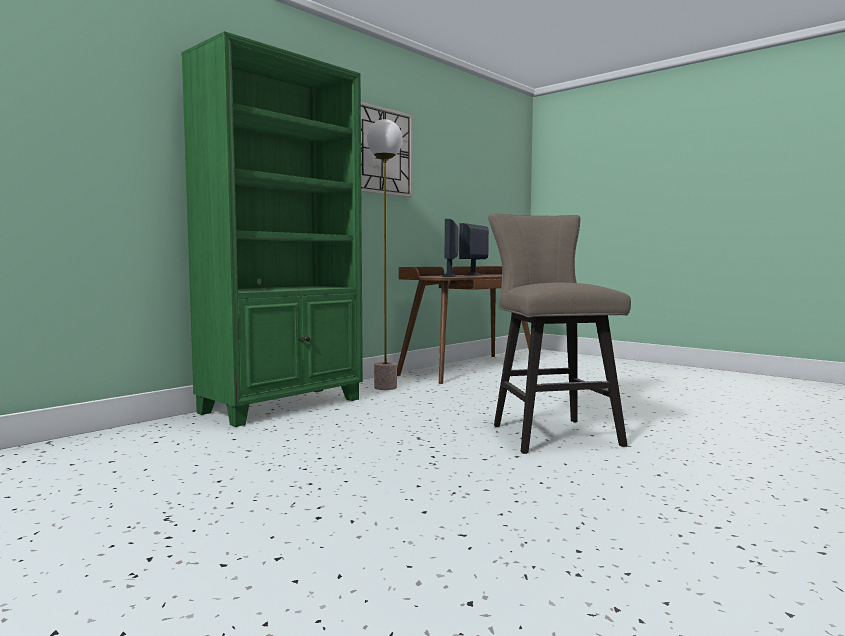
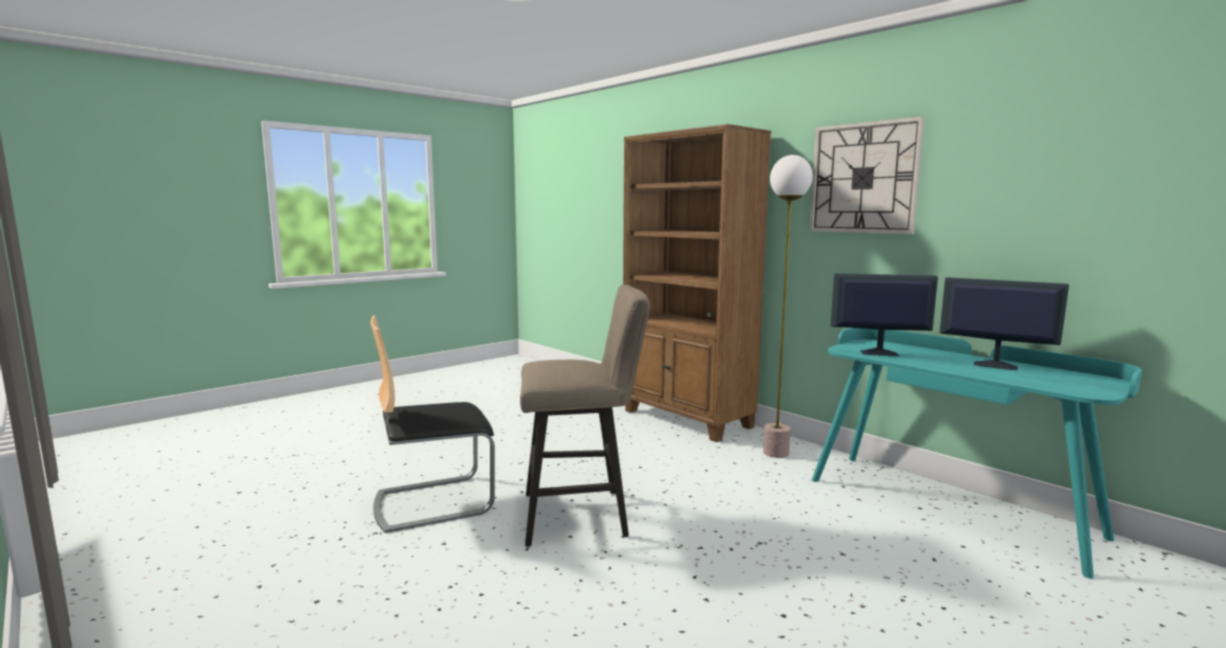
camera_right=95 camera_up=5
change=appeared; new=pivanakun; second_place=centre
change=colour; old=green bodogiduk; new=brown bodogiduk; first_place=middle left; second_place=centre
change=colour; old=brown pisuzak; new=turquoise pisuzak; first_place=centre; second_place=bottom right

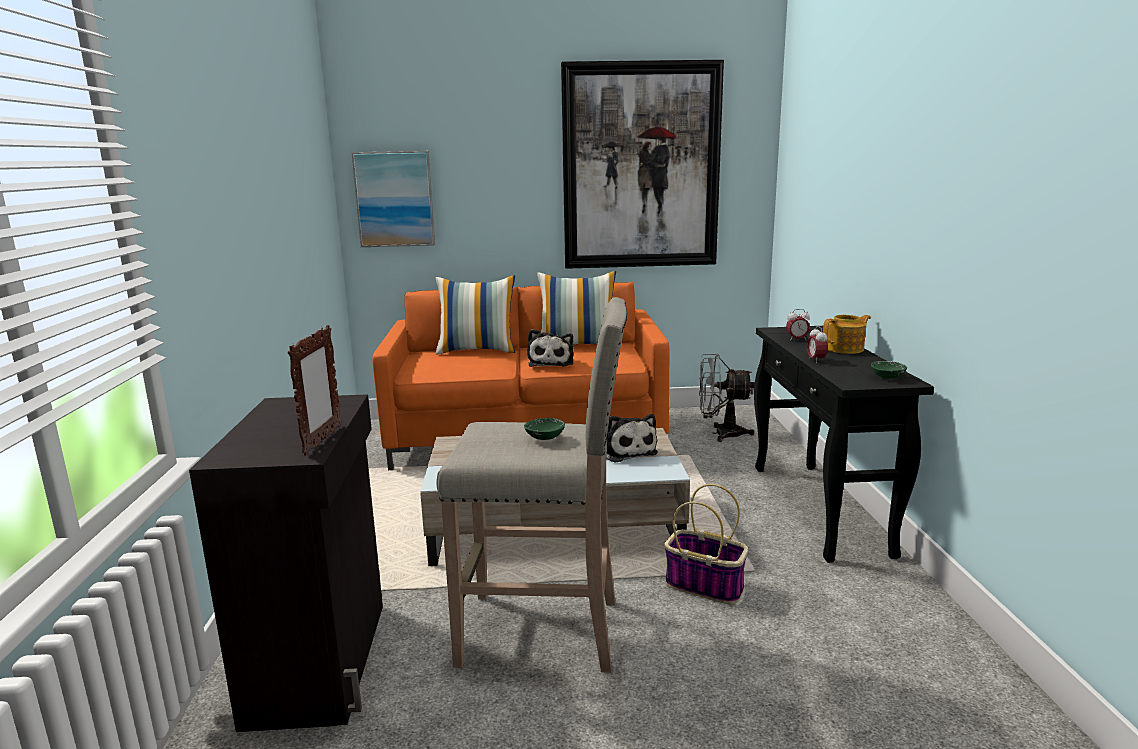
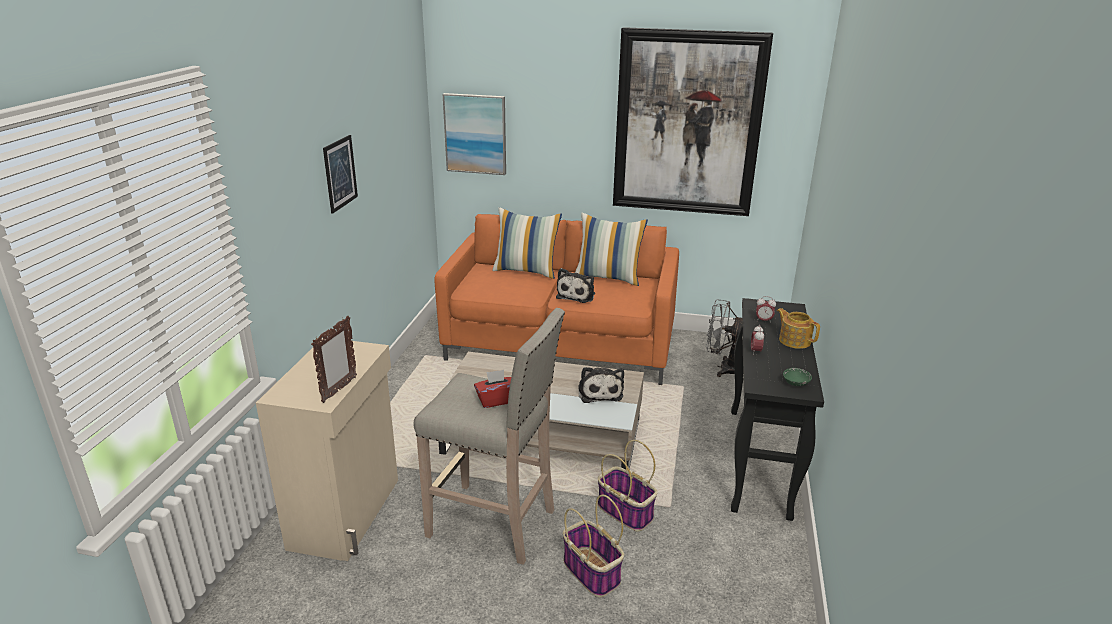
camera_right=15 camera_up=10
change=appeared; new=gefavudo (no. 1 from left); second_place=top left
change=appeared; new=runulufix (no. 1 from left); second_place=bottom centre
change=exchanged; old=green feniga (no. 1 from left); new=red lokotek; first_place=centre; second_place=centre
change=colour; old=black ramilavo; new=beige ramilavo; first_place=bottom left; second_place=bottom left
change=spun; old=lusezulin; first_place=middle right; second_place=middle right; degrees=-120

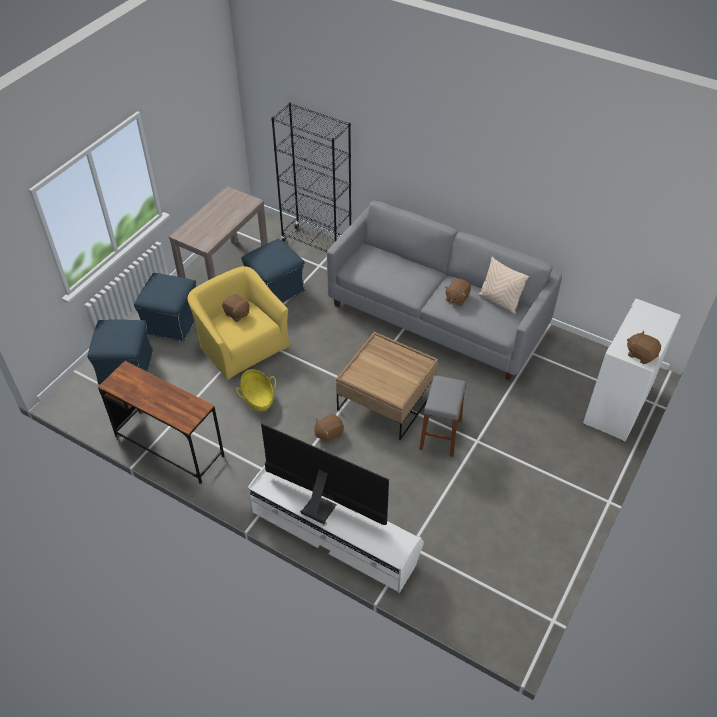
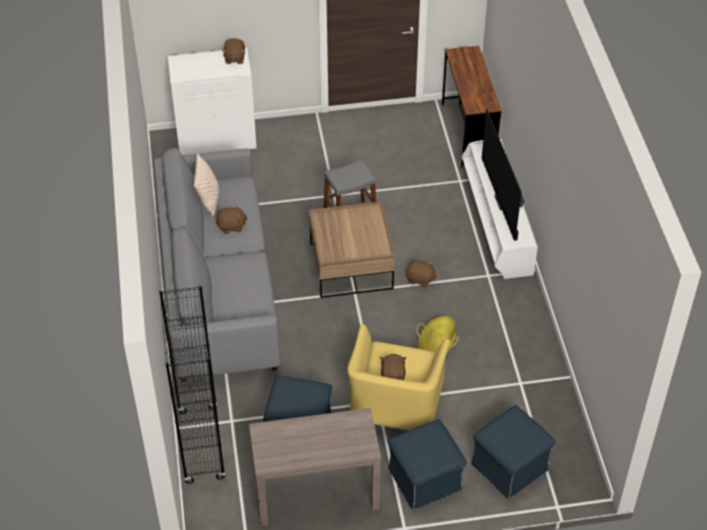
camera_right=-130 camera_up=0
change=relocated; old=brown pisuzak; first_place=middle left; second_place=top centre

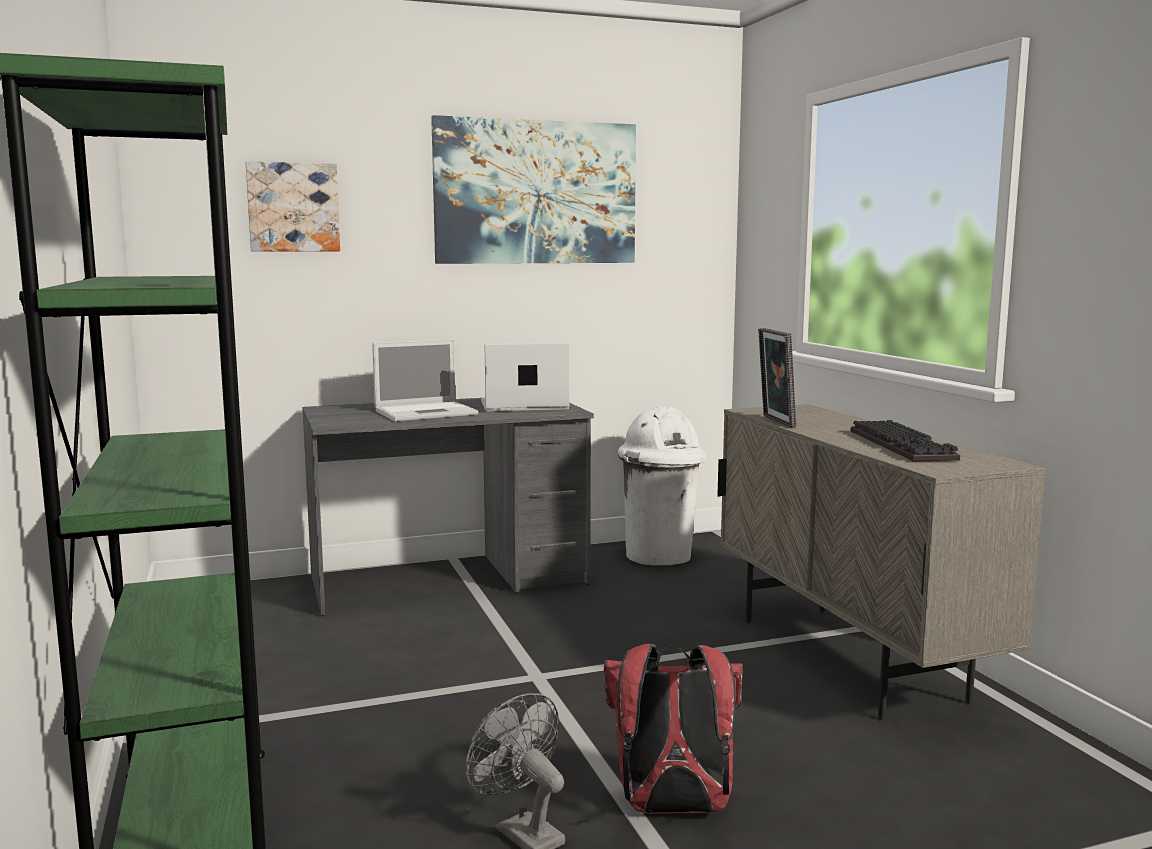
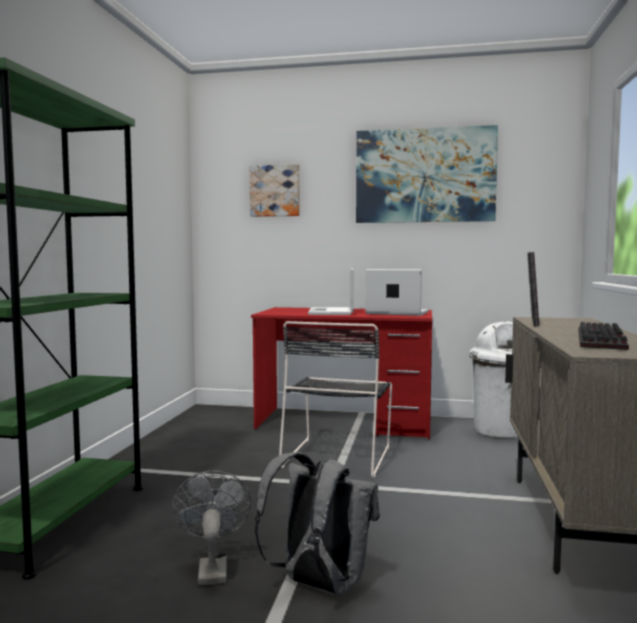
camera_right=30 camera_up=-5
change=appeared; new=black pivanakun; second_place=centre
change=colour; old=grey pisuzak; new=red pisuzak; first_place=centre; second_place=centre
change=colour; old=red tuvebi; new=grey tuvebi; first_place=bottom centre; second_place=bottom centre
change=spun; old=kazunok (no. 1 from left); first_place=centre; second_place=centre; degrees=90

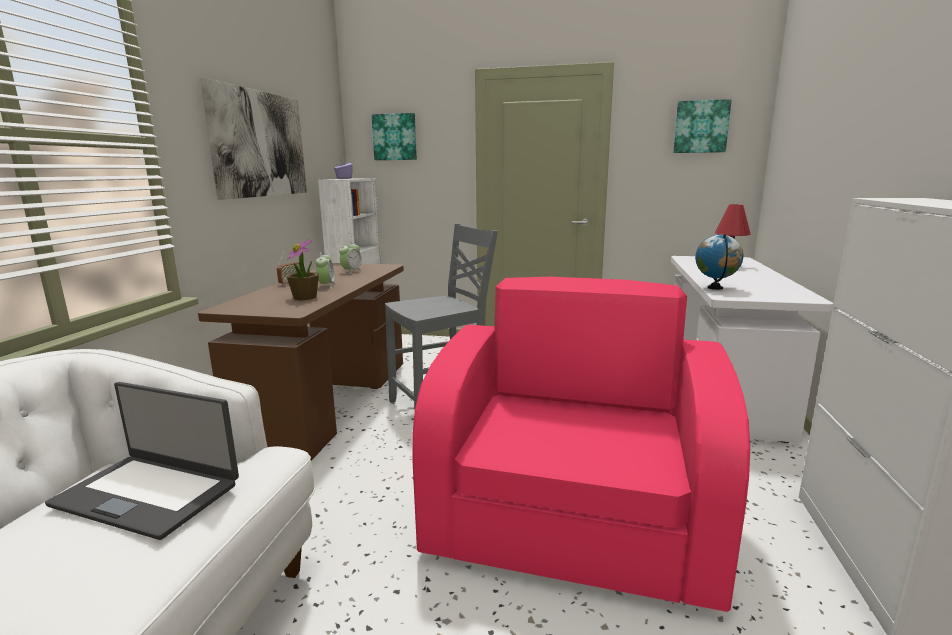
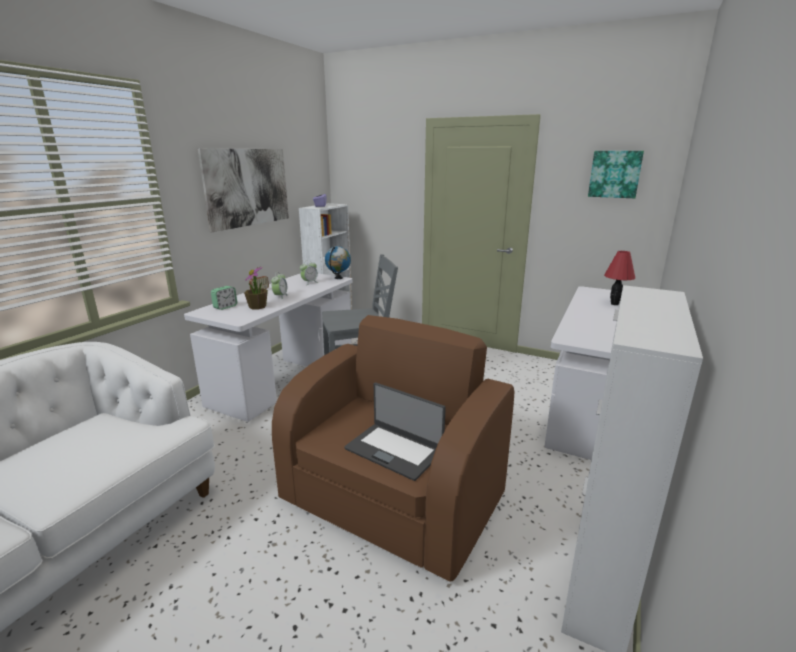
camera_right=15 camera_up=5
change=missing; old=gefavudo (no. 2 from left); first_place=top centre
change=appeared; new=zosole (no. 1 from left); second_place=middle left
change=relocated; old=kazunok; first_place=bottom left; second_place=centre
change=relocated; old=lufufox; first_place=middle right; second_place=centre
change=colour; old=brown pisuzak; new=white pisuzak (no. 1 from left); first_place=middle left; second_place=centre
change=colour; old=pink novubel; new=brown novubel; first_place=bottom centre; second_place=bottom centre

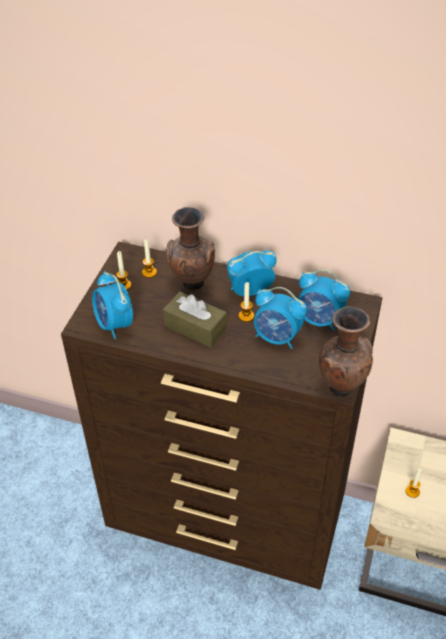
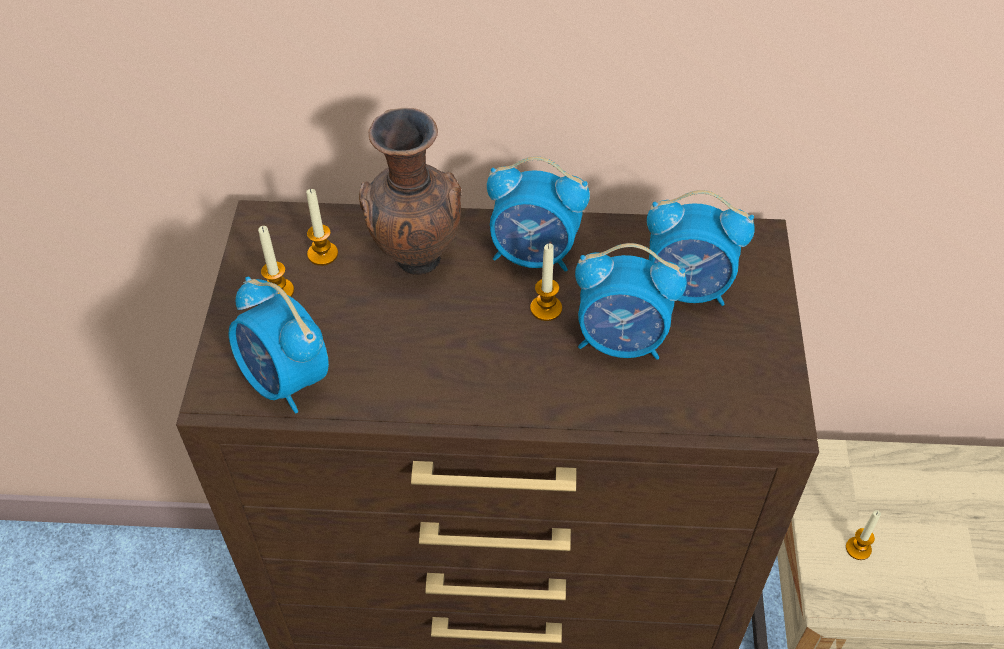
camera_right=-15 camera_up=5
change=missing; old=brown lokotek; first_place=centre
change=missing; old=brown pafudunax (no. 2 from left); first_place=middle right
change=spun; old=zosole (no. 2 from left); first_place=centre; second_place=top centre; degrees=-135

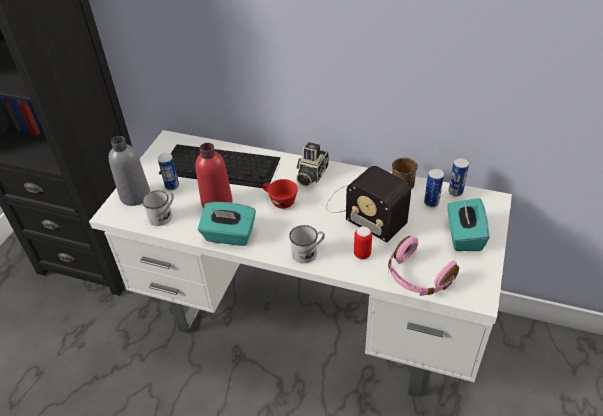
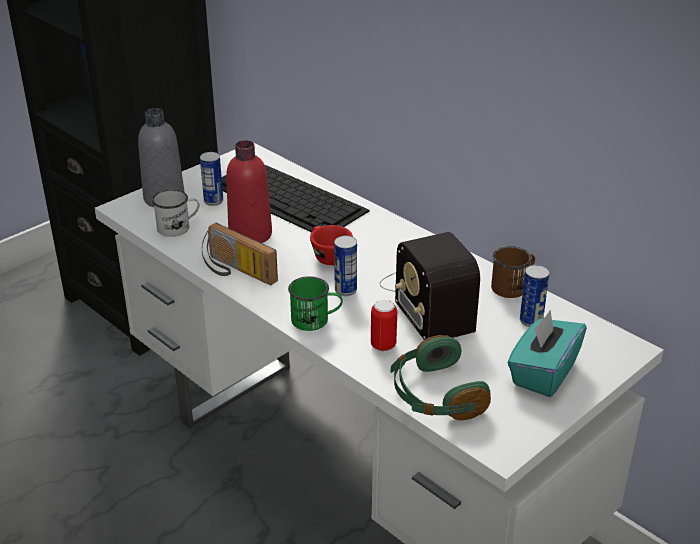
camera_right=25 camera_up=-10
change=missing; old=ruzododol; first_place=centre
change=relocated; old=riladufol (no. 4 from left in the first image); new=riladufol (no. 2 from left); first_place=middle right; second_place=centre
change=exchanged; old=turquoise lokotek (no. 1 from left); new=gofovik (no. 1 from left); first_place=centre; second_place=centre
change=colour; old=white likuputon (no. 2 from left); new=green likuputon; first_place=centre; second_place=centre
change=colour; old=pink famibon; new=green famibon; first_place=middle right; second_place=bottom centre

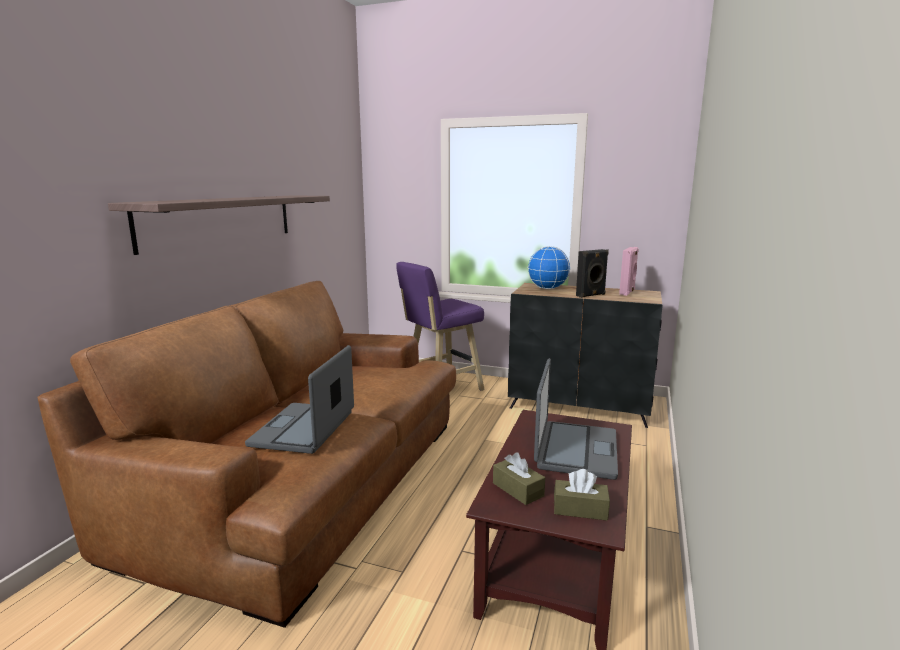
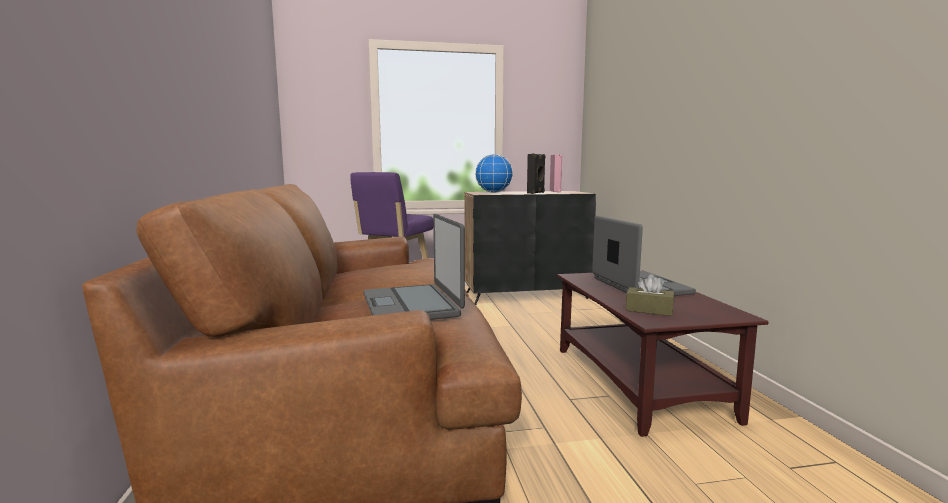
camera_right=-30 camera_up=-5
change=missing; old=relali; first_place=middle left
change=missing; old=brown lokotek (no. 2 from left); first_place=bottom centre

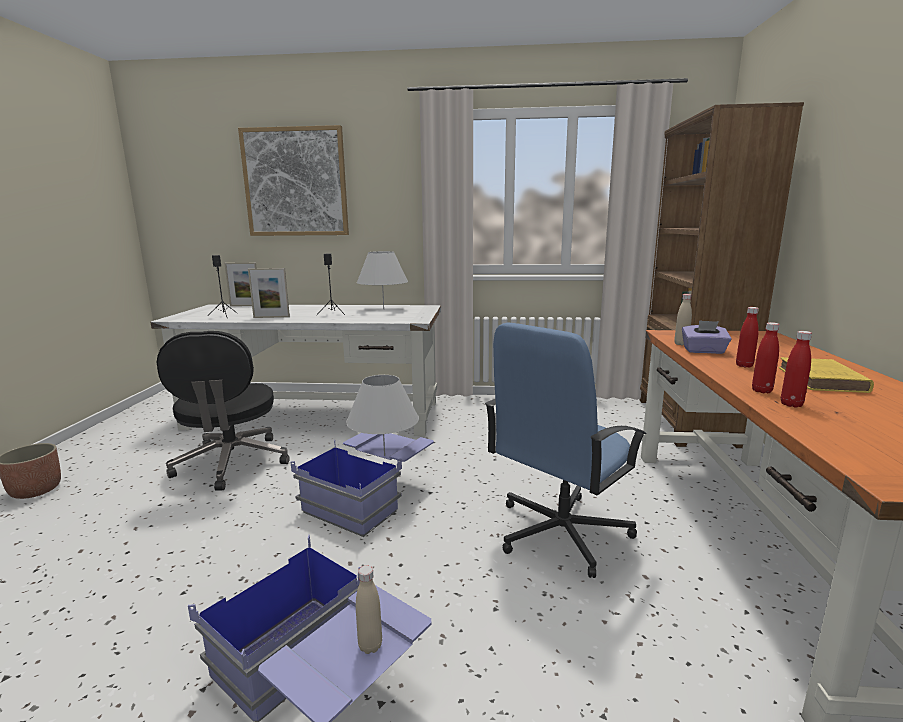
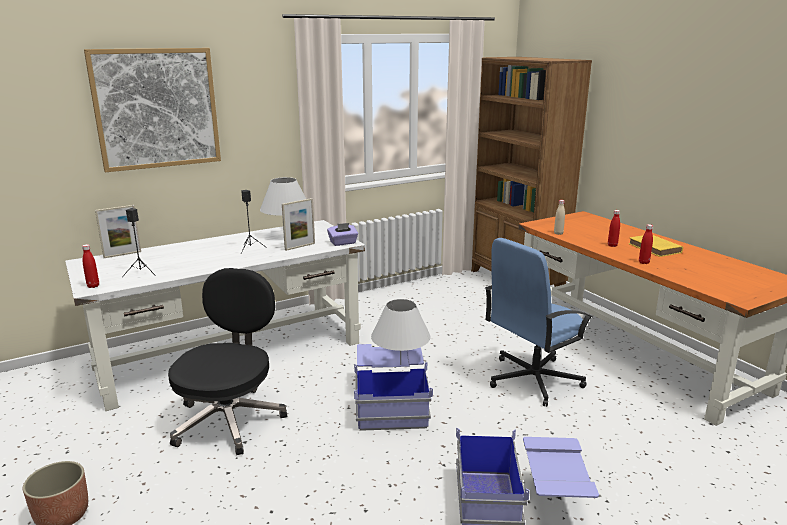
camera_right=-35 camera_up=5
change=missing; old=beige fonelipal (no. 1 from left); first_place=bottom centre
change=relocated; old=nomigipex (no. 2 from left); first_place=middle left; second_place=centre
change=relocated; old=purple lokotek; first_place=middle right; second_place=centre
change=relocated; old=red fonelipal (no. 3 from left in the first image); new=red fonelipal (no. 1 from left); first_place=middle right; second_place=middle left
change=spun; old=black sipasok; first_place=middle left; second_place=bottom left; degrees=-120
change=spun; old=blue sipasok; first_place=centre; second_place=middle right; degrees=45

